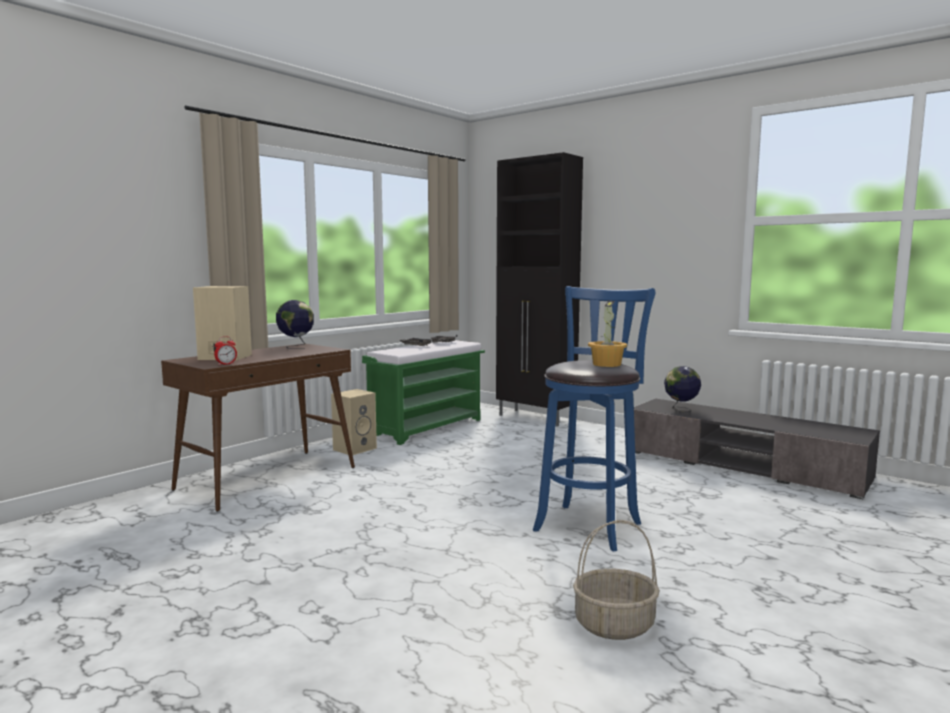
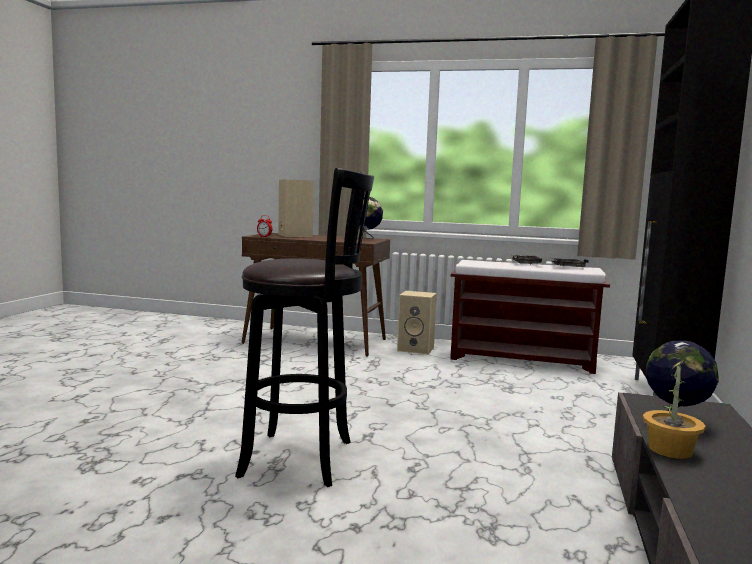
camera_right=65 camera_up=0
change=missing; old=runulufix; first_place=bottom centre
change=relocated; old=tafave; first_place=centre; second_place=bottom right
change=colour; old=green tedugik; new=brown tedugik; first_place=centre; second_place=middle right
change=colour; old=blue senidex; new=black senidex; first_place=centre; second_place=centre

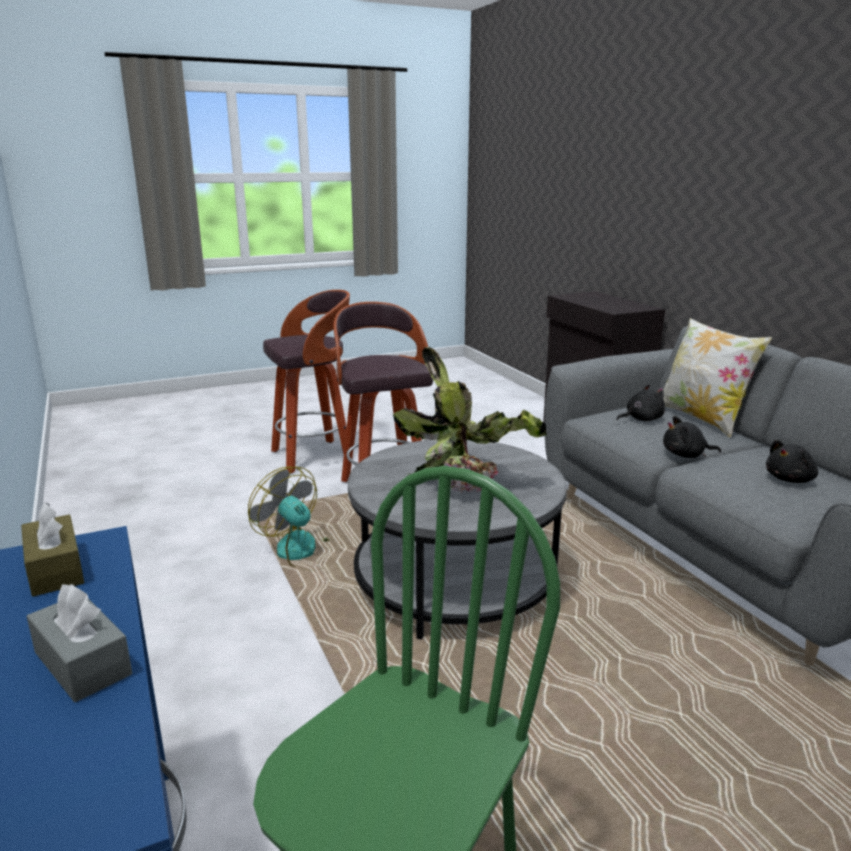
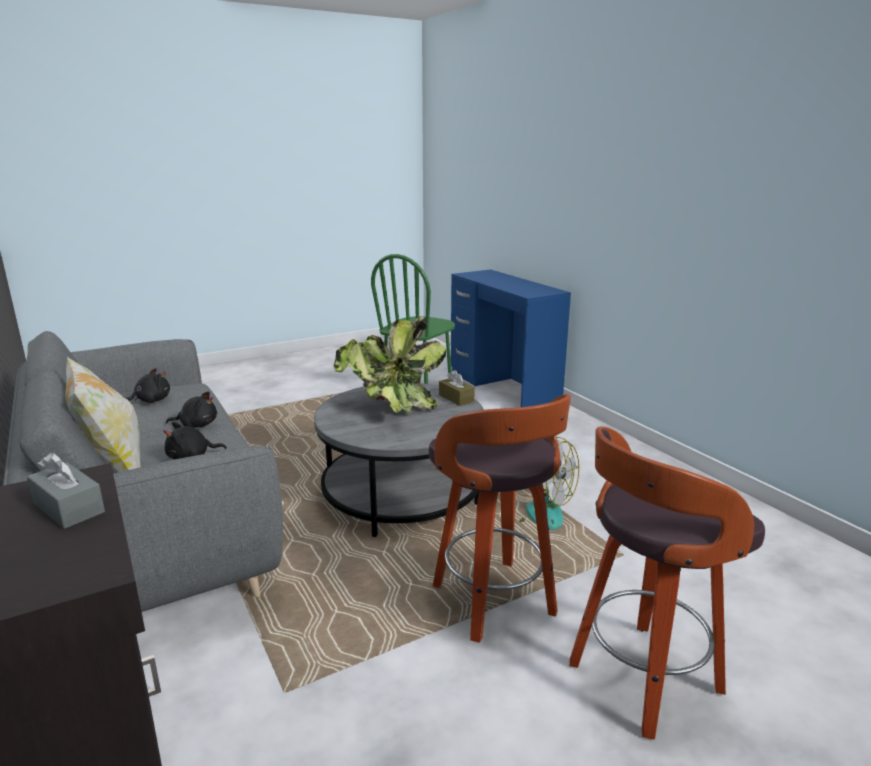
camera_right=175 camera_up=0
change=relocated; old=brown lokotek; first_place=middle left; second_place=centre
change=relocated; old=grey lokotek; first_place=bottom left; second_place=middle left

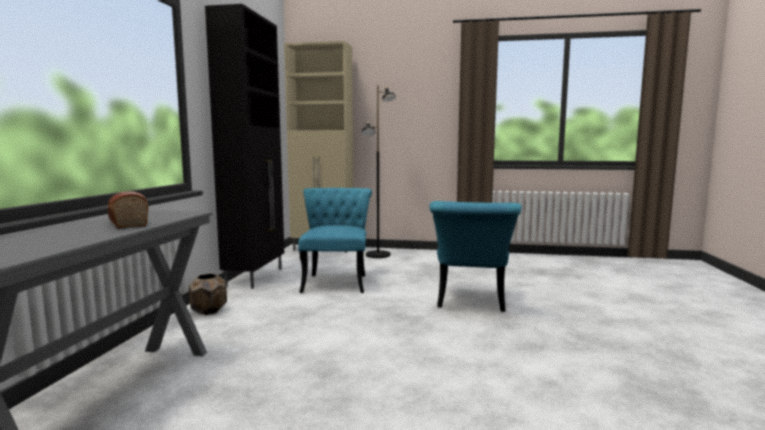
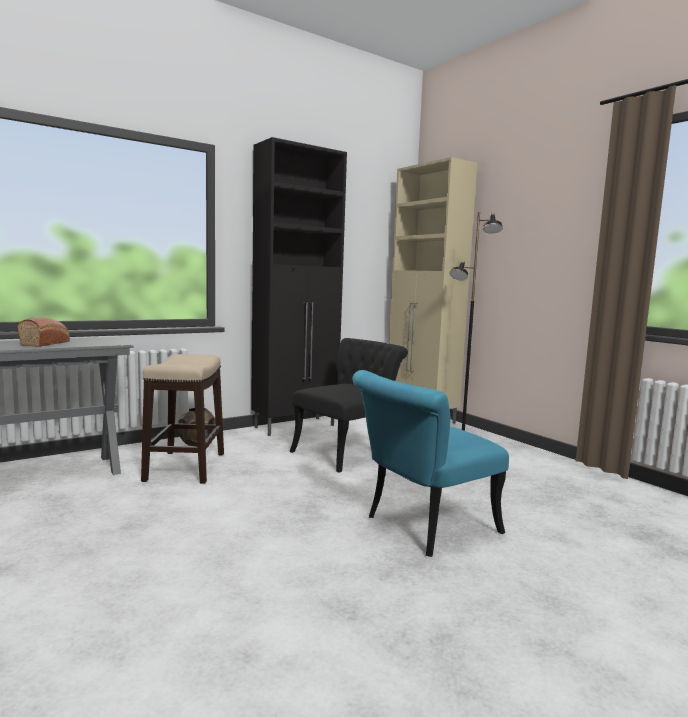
camera_right=45 camera_up=0
change=appeared; new=senidex; second_place=middle left
change=colour; old=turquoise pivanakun (no. 1 from left); new=black pivanakun; first_place=centre; second_place=centre

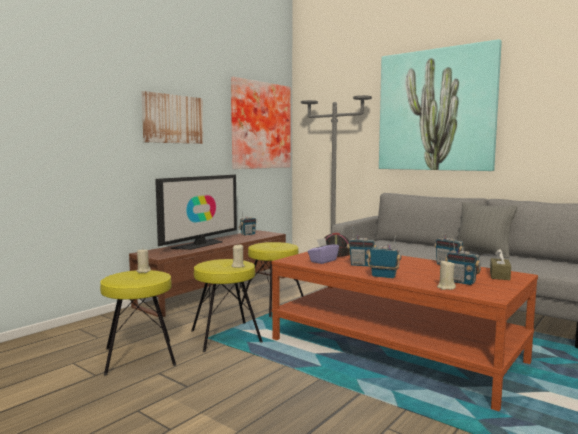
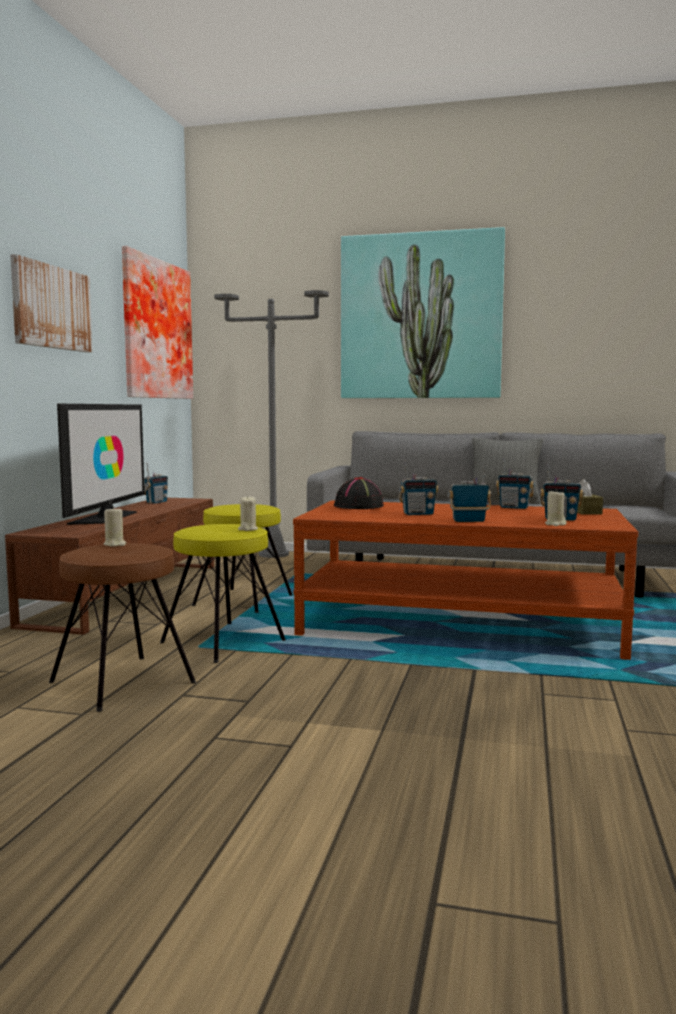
camera_right=-25 camera_up=0
change=missing; old=purple lokotek; first_place=centre
change=colour; old=yellow senidex (no. 1 from left); new=brown senidex; first_place=bottom left; second_place=middle left

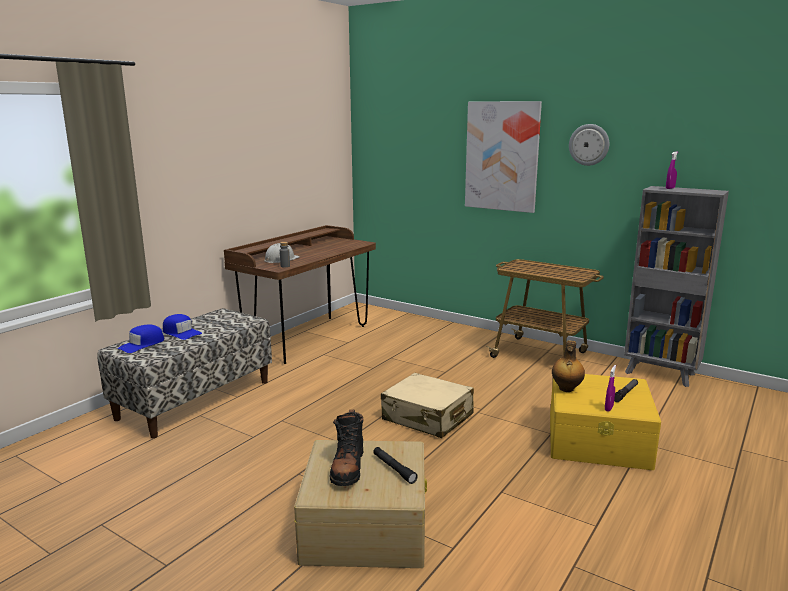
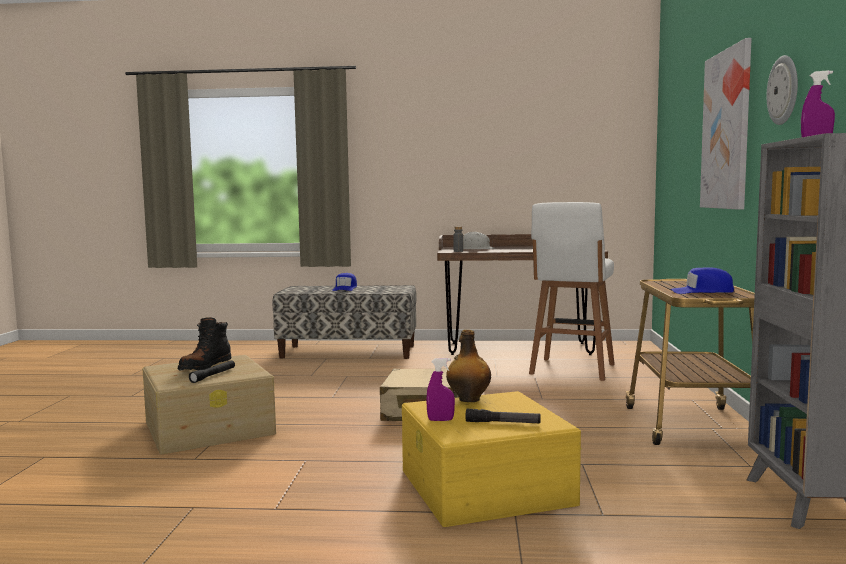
camera_right=60 camera_up=-10
change=appeared; new=white senidex; second_place=middle right
change=relocated; old=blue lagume (no. 1 from left in the first image); new=blue lagume (no. 2 from left); first_place=middle left; second_place=middle right
change=spun; old=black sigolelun; first_place=bottom centre; second_place=middle left; degrees=-45

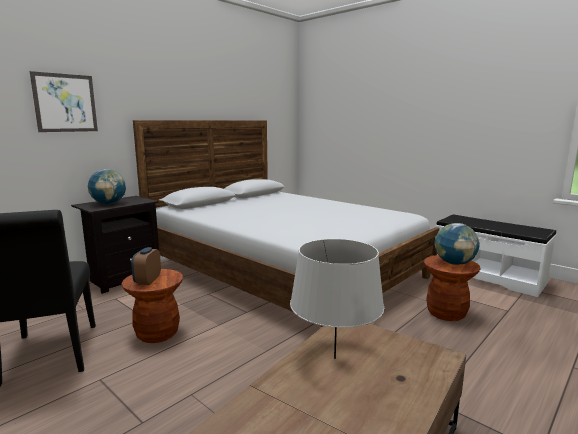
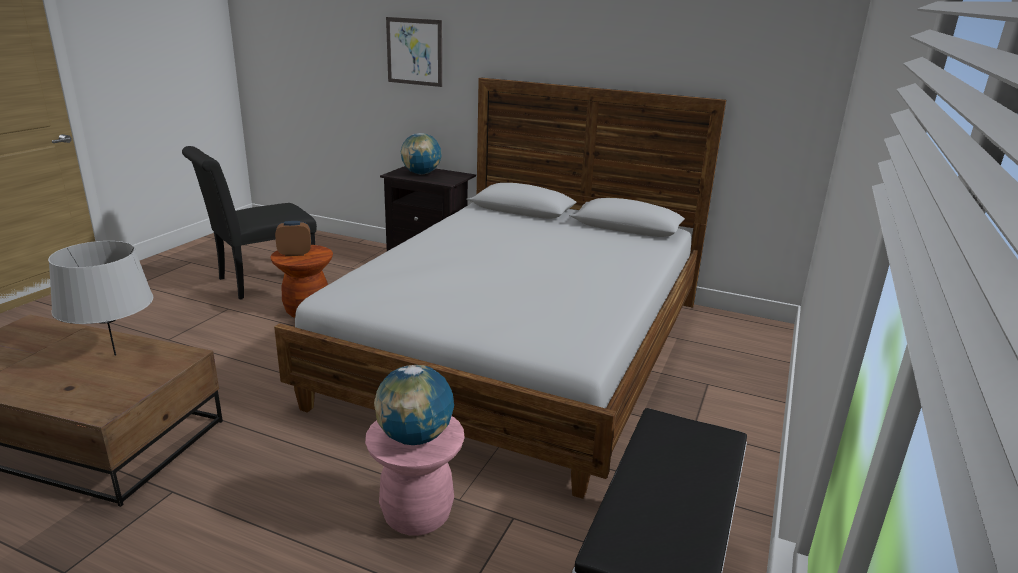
camera_right=70 camera_up=10
change=colour; old=brown senidex (no. 2 from left); new=pink senidex; first_place=middle right; second_place=bottom centre

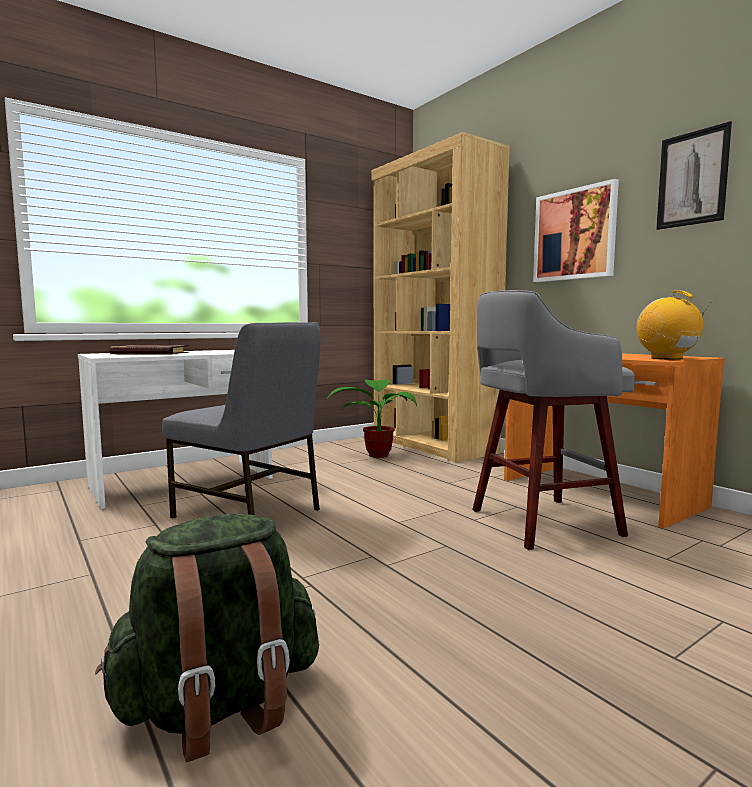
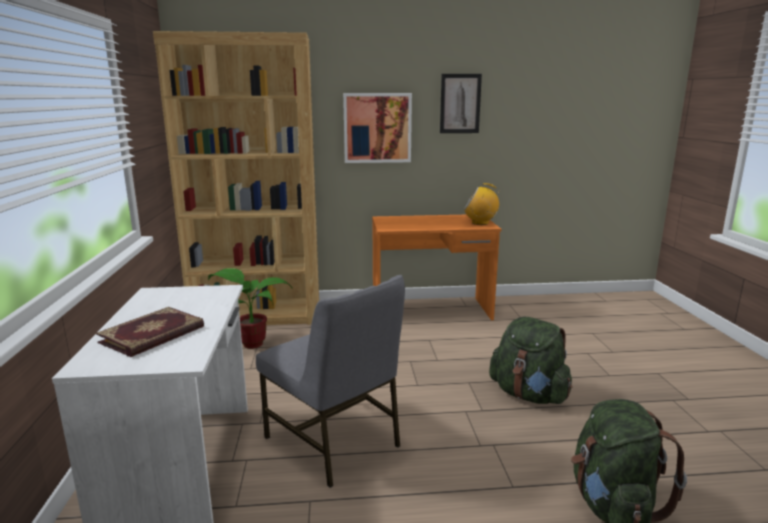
camera_right=-60 camera_up=10
change=missing; old=grey senidex; first_place=middle right
change=appeared; new=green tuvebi (no. 1 from left); second_place=bottom right
change=spun; old=grey pivanakun; first_place=middle left; second_place=bottom centre; degrees=75

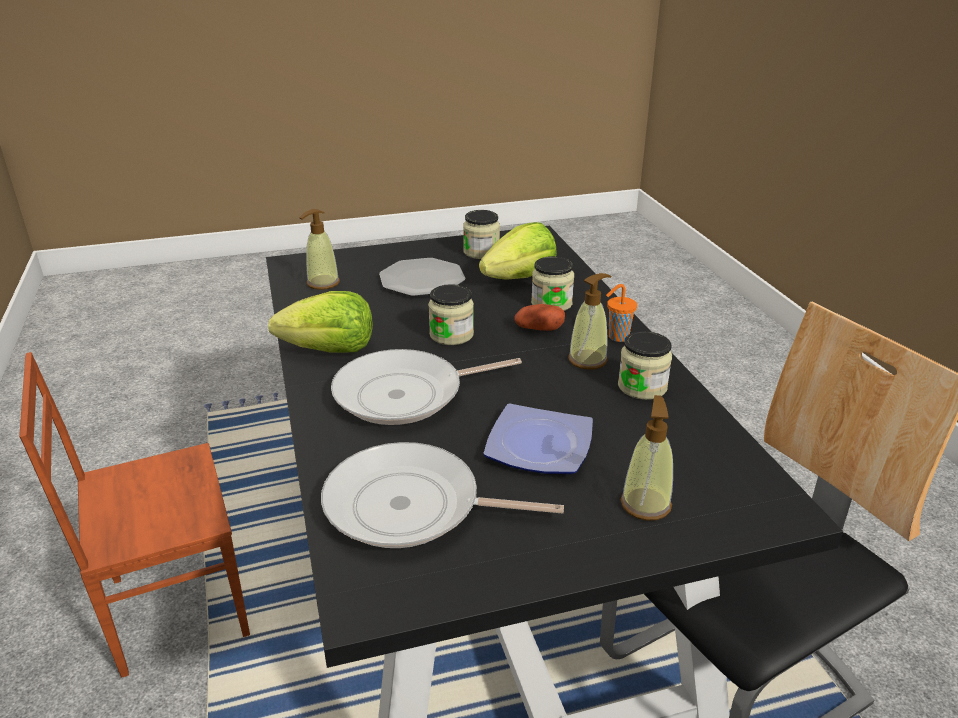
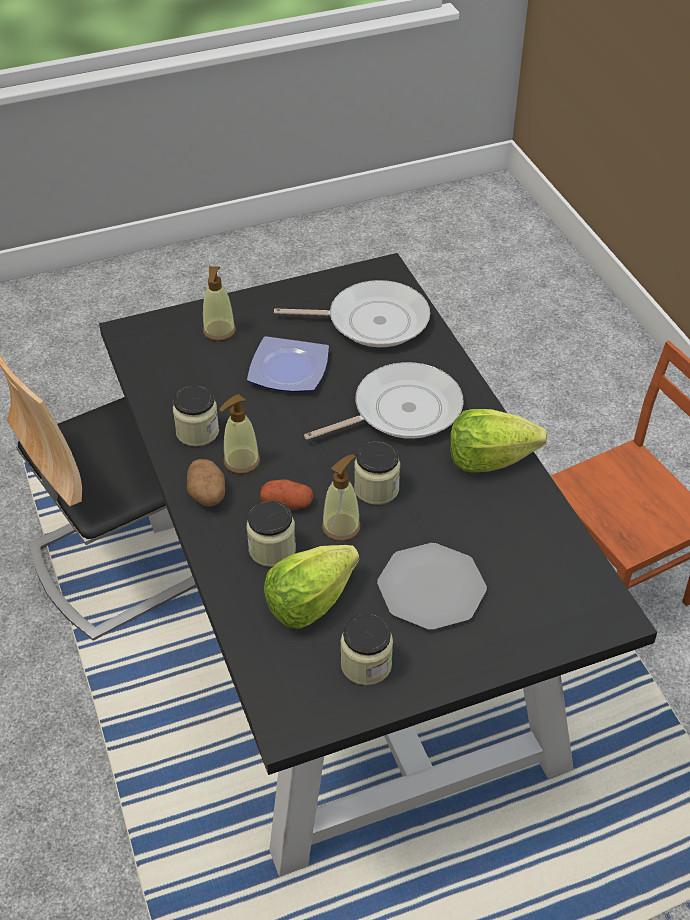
camera_right=175 camera_up=15
change=relocated; old=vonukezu (no. 1 from left in the first image); new=vonukezu (no. 3 from left); first_place=middle left; second_place=centre
change=exchanged; old=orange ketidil; new=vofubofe (no. 1 from left); first_place=centre; second_place=middle left

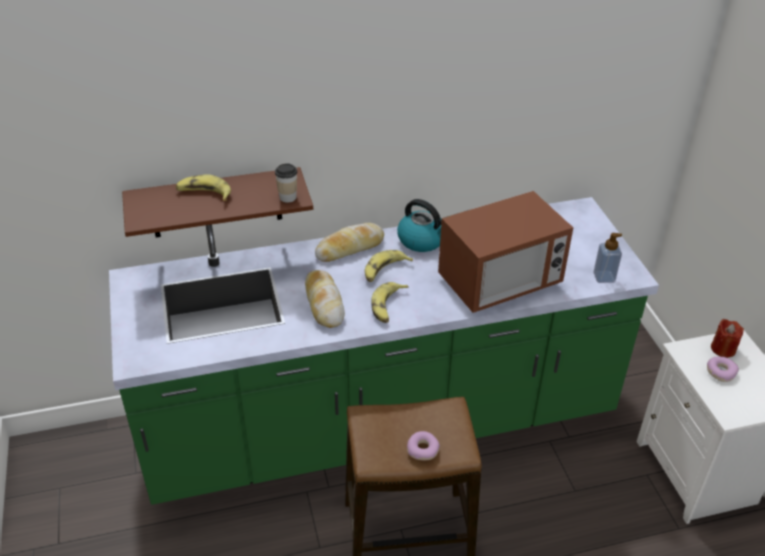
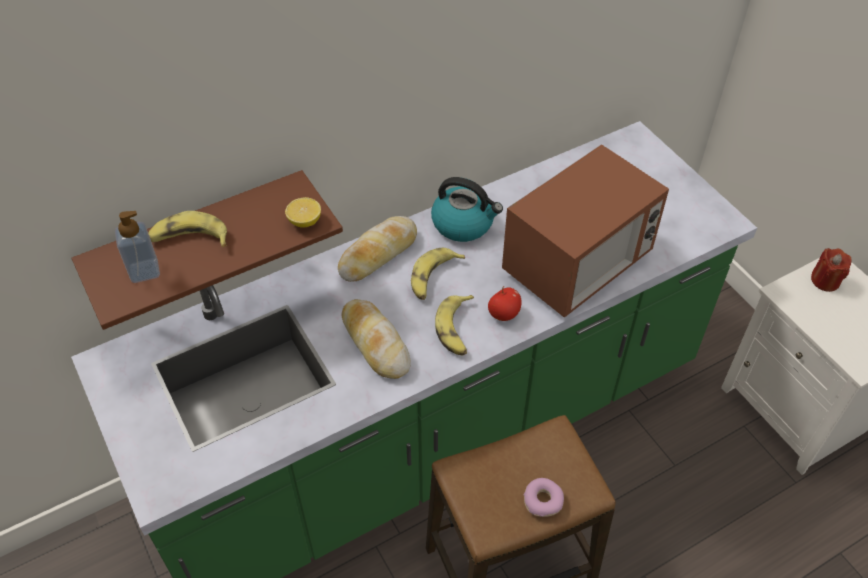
camera_right=-15 camera_up=10
change=missing; old=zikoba (no. 2 from left); first_place=middle right
change=appeared; new=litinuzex; second_place=centre
change=relocated; old=vonukezu; first_place=middle right; second_place=middle left
change=exchanged; old=ketidil; new=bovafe; first_place=top centre; second_place=centre

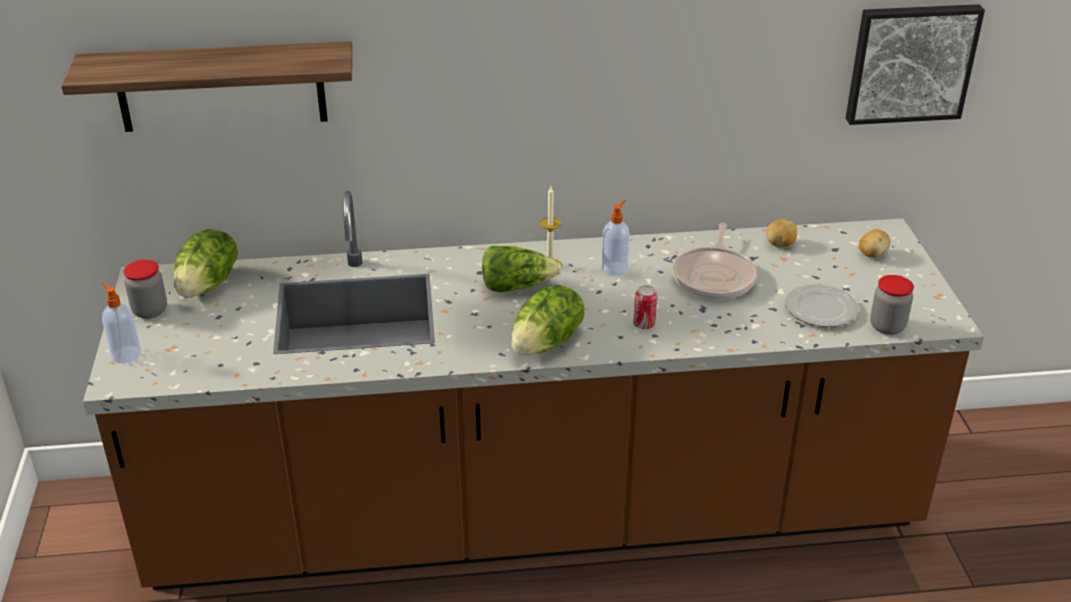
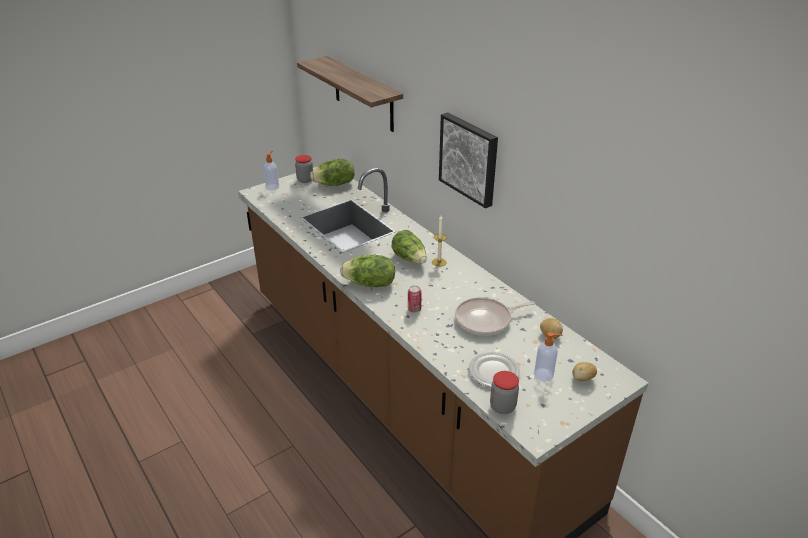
camera_right=60 camera_up=0
change=relocated; old=vonukezu (no. 2 from left); first_place=centre; second_place=middle right
change=relocated; old=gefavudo; first_place=top right; second_place=top centre

